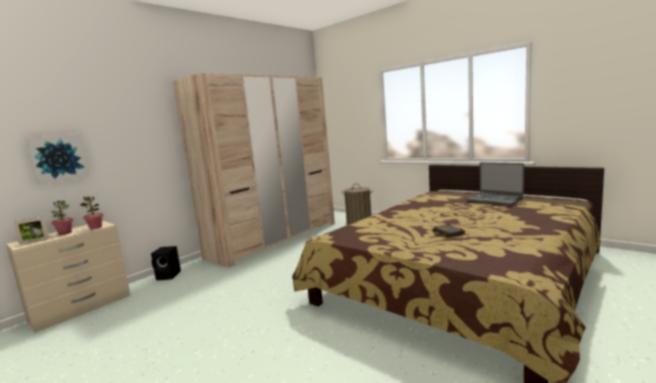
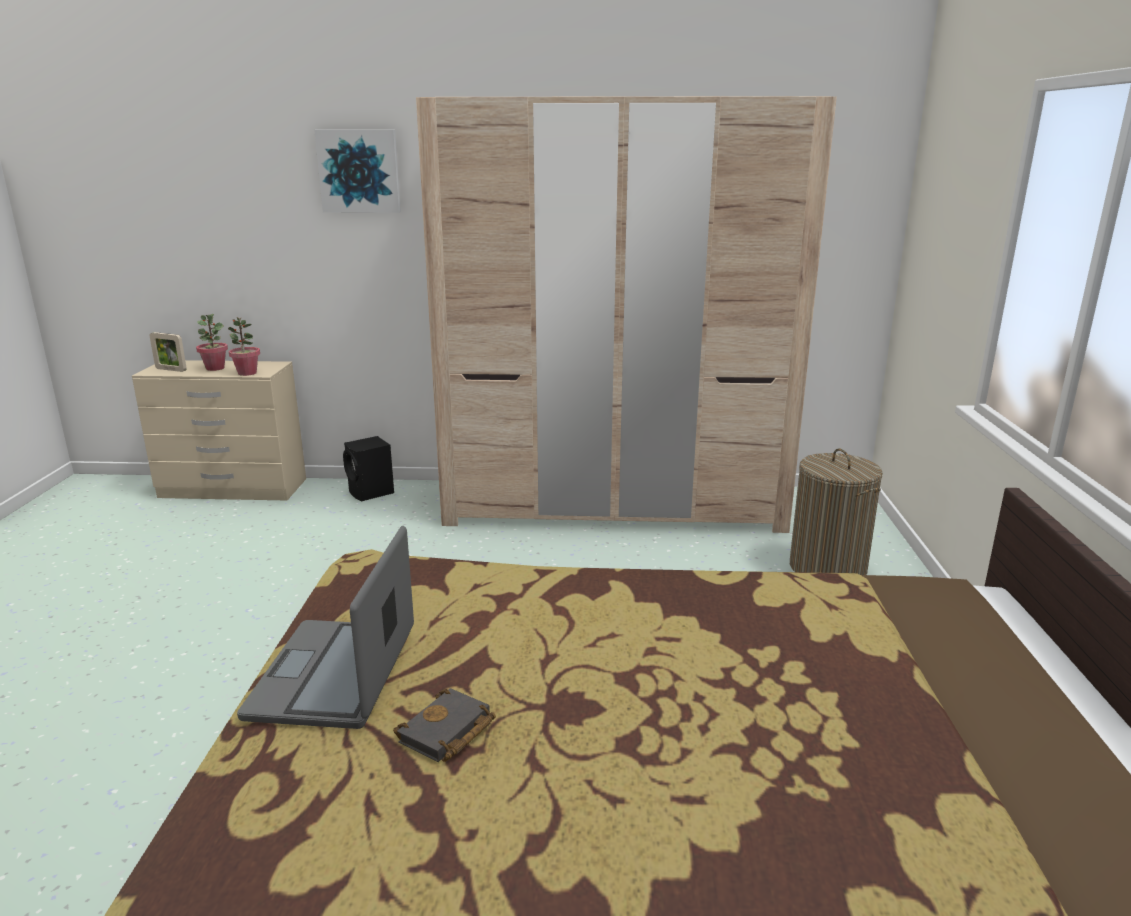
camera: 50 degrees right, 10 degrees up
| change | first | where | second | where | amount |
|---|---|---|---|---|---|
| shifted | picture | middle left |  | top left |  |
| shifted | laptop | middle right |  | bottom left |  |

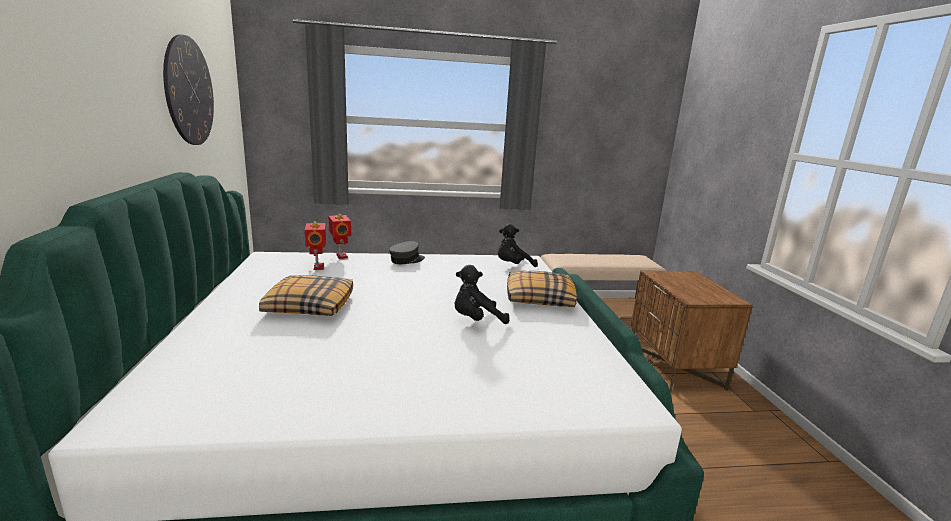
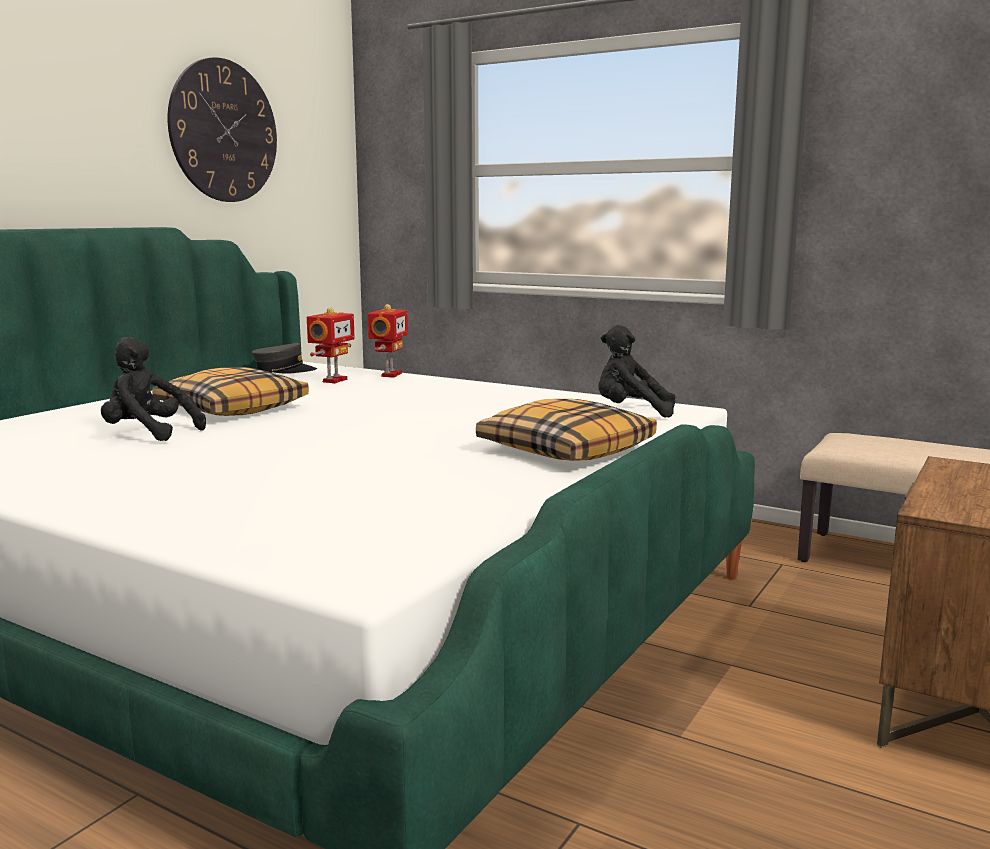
camera: 40 degrees right, 5 degrees down
| change | first | where | second | where | amount |
|---|---|---|---|---|---|
| shifted | grey cap | centre |  | middle left |  |
| shifted | black plush toy (no. 1 from left) | centre |  | middle left |  |

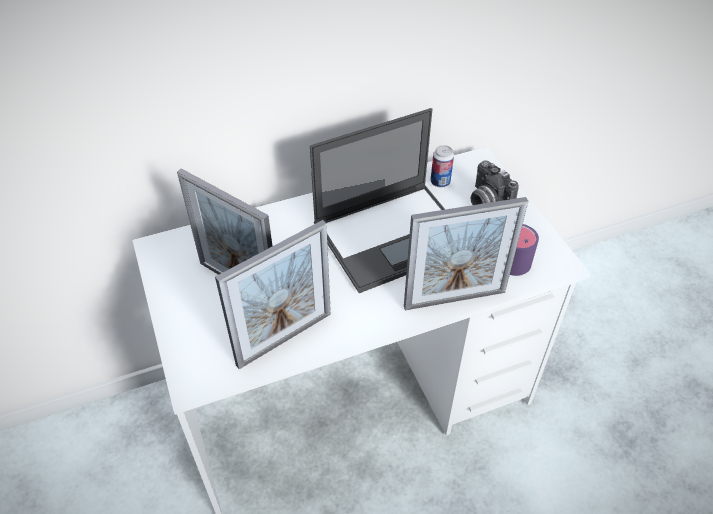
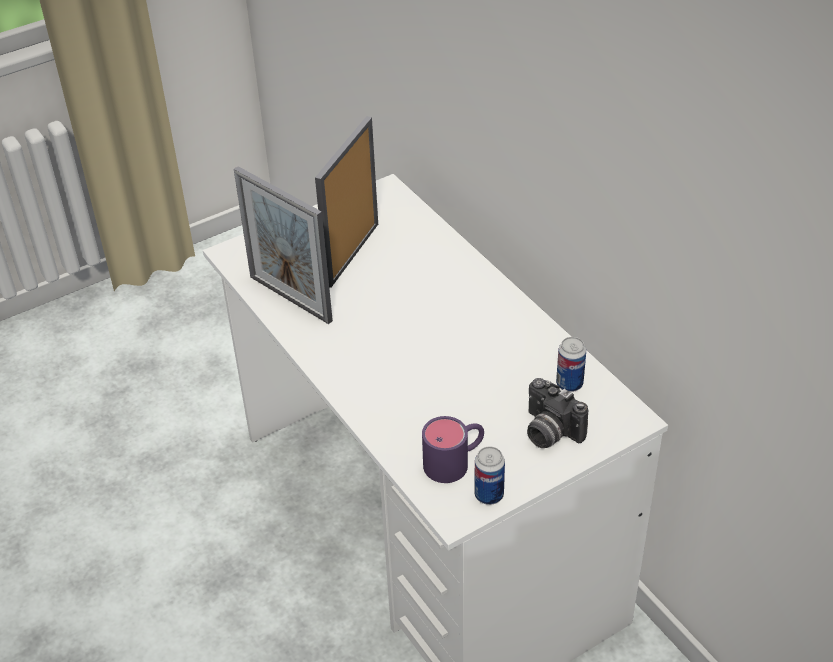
camera: 80 degrees right, 5 degrees down
| change | first | where | second | where | amount |
|---|---|---|---|---|---|
| gone | laptop | centre |  |  |  |
| gone | picture frame (no. 3 from left) | centre |  |  |  |
| new |  |  | can (no. 1 from left) | bottom centre |  |
| rotated | photo camera | middle right |  | middle right | 90 degrees counterclockwise |

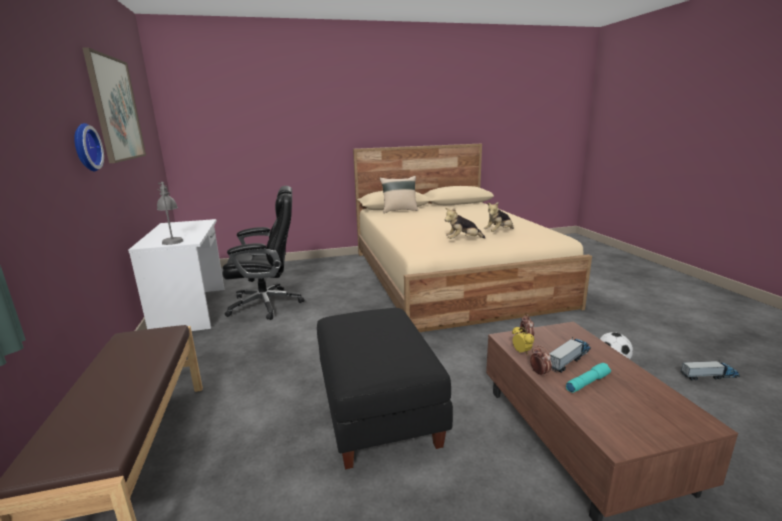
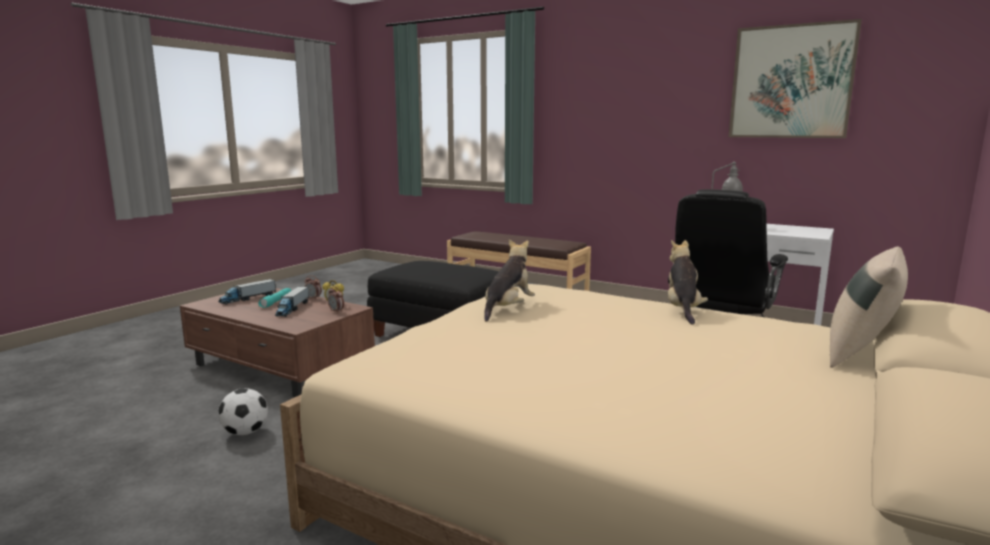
camera: 135 degrees right, 5 degrees down
| change | first | where | second | where | amount |
|---|---|---|---|---|---|
| gone | wall clock | top left |  |  |  |
| shifted | plush toy (no. 2 from left) | centre |  | middle right |  |
| shifted | toy truck (no. 2 from left in the first image) | bottom right | toy truck (no. 1 from left) | middle left |  |

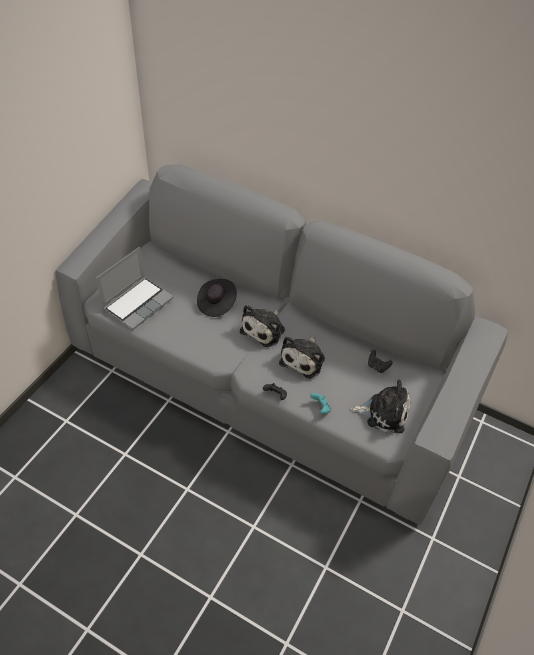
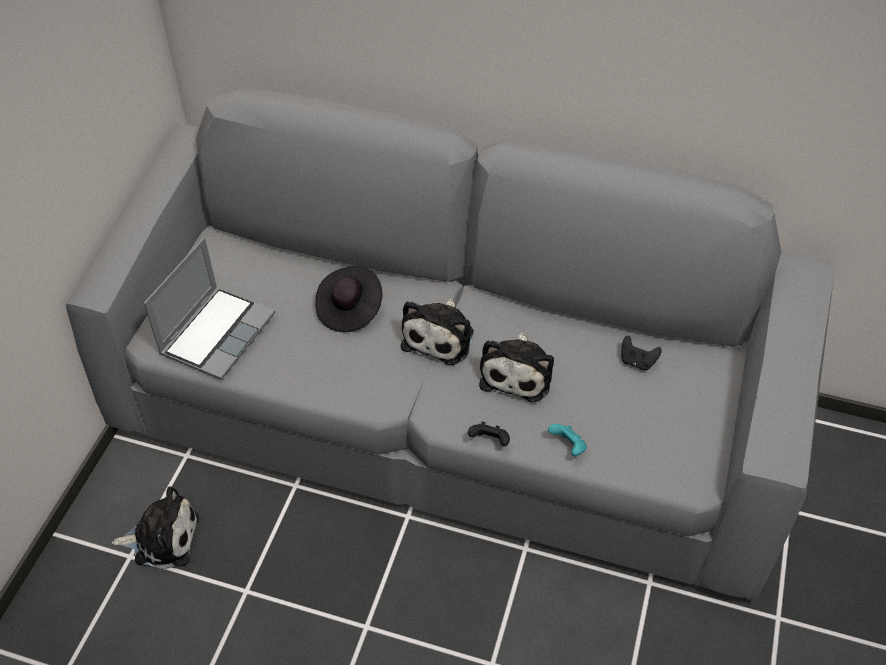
camera: 10 degrees left, 0 degrees up
| change | first | where | second | where | amount |
|---|---|---|---|---|---|
| shifted | plush toy (no. 3 from left in the first image) | middle right | plush toy (no. 1 from left) | bottom left |  |

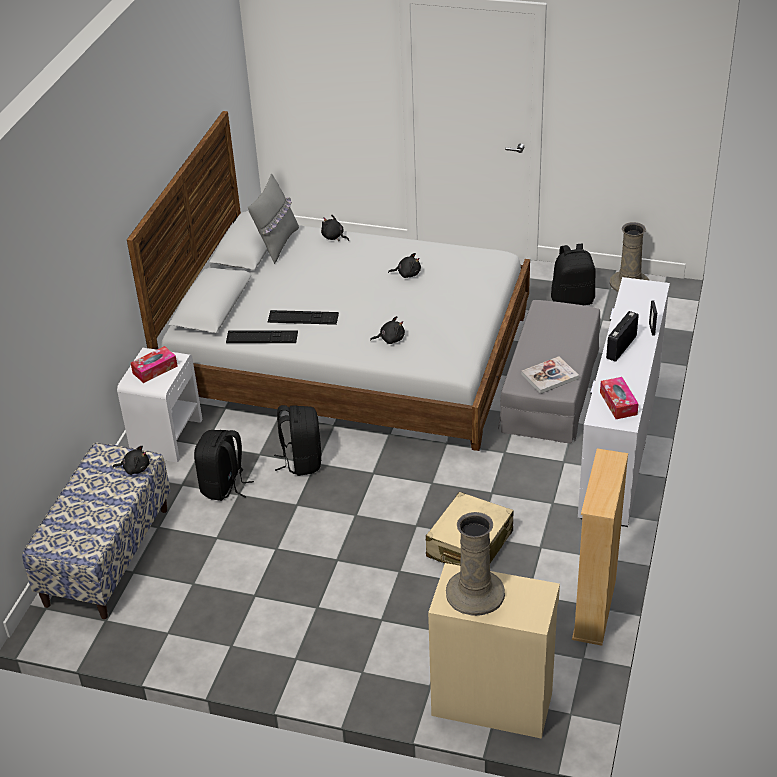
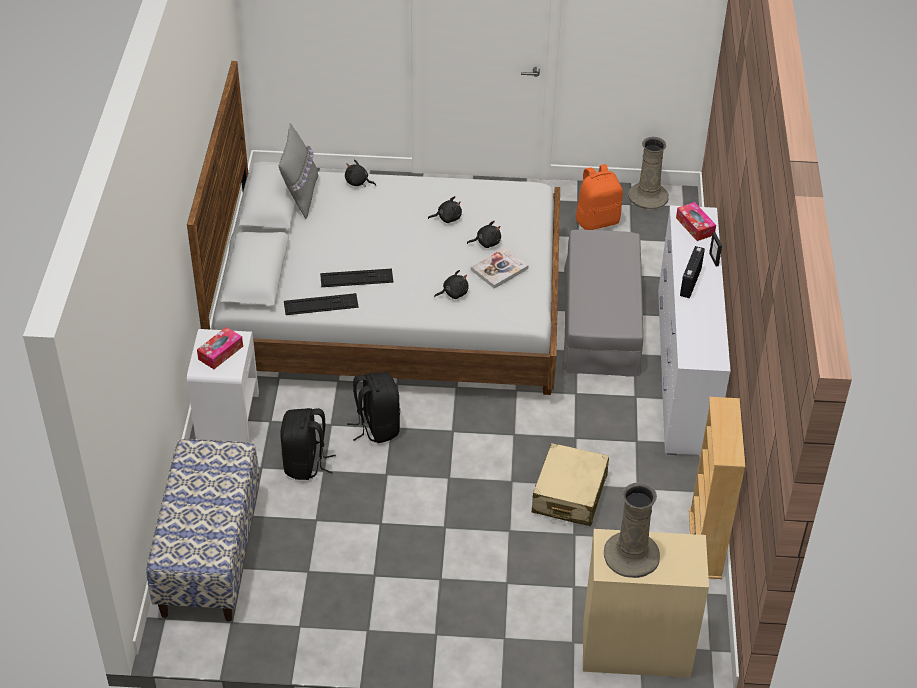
camera: 15 degrees left, 5 degrees up
| change | first | where | second | where | amount |
|---|---|---|---|---|---|
| shifted | black plush toy (no. 1 from left in the first image) | middle left | black plush toy (no. 4 from left) | centre |  |
| shifted | book | middle right |  | centre |  |
| shifted | tissue box (no. 2 from left) | middle right |  | top right |  |
| repainted | black backpack (no. 3 from left) | middle right | orange backpack | top centre |  |

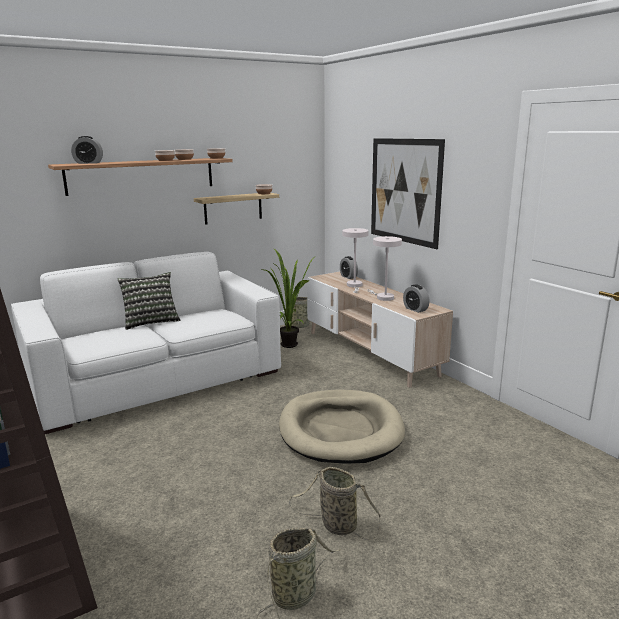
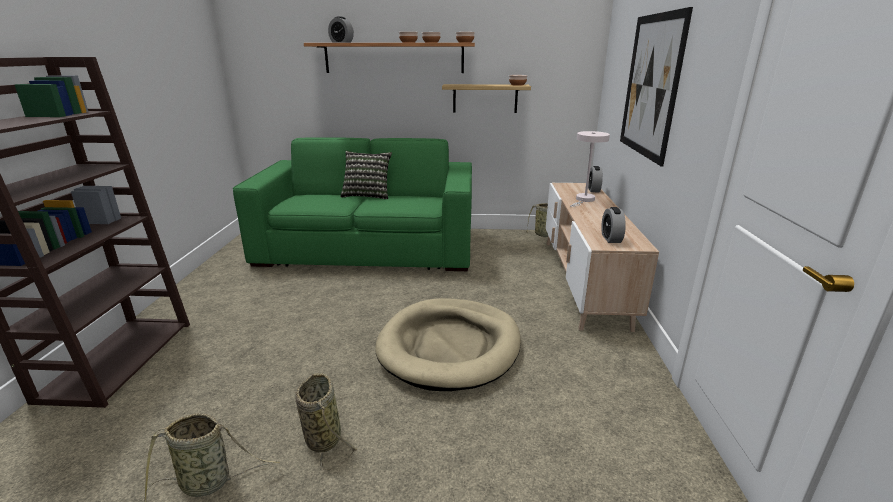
camera: 35 degrees right, 5 degrees up
| change | first | where | second | where | amount |
|---|---|---|---|---|---|
| gone | potted plant | centre |  |  |  |
| gone | white table lamp (no. 2 from left) | centre |  |  |  |
| repainted | white sofa | middle left | green sofa | centre |  |

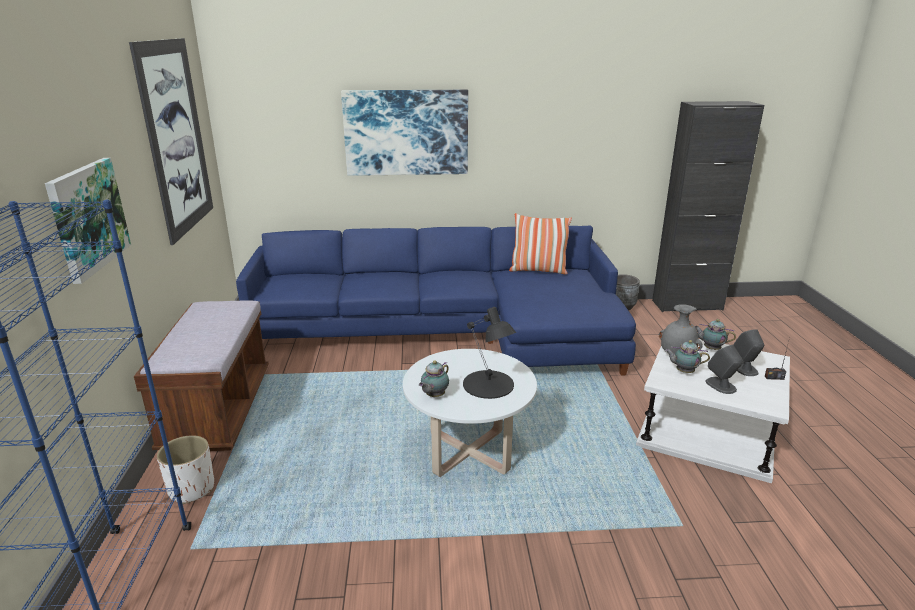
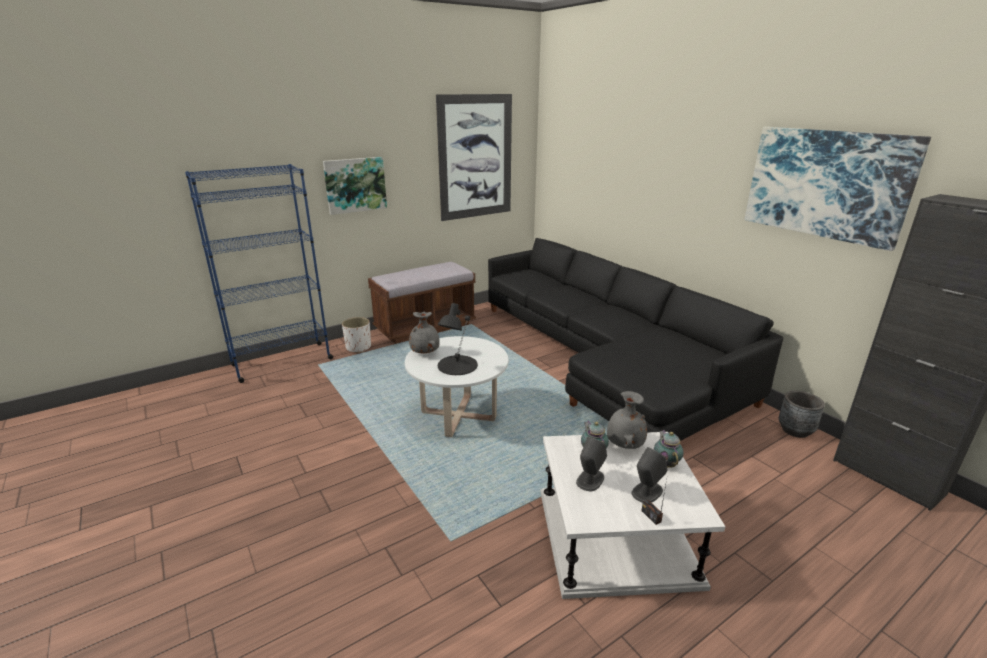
camera: 60 degrees right, 0 degrees up
| change | first | where | second | where | amount |
|---|---|---|---|---|---|
| gone | pillow | centre |  |  |  |
| shifted | picture (no. 3 from left) | top centre |  | top right |  |
| swapped | teapot (no. 1 from left) | centre | grey vase (no. 1 from left) | centre |  |
| repainted | blue sofa | centre | black sofa | centre |  |

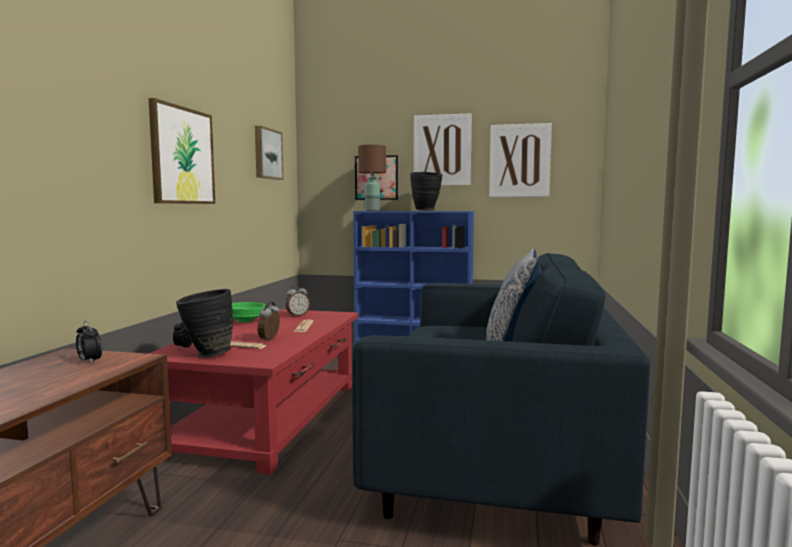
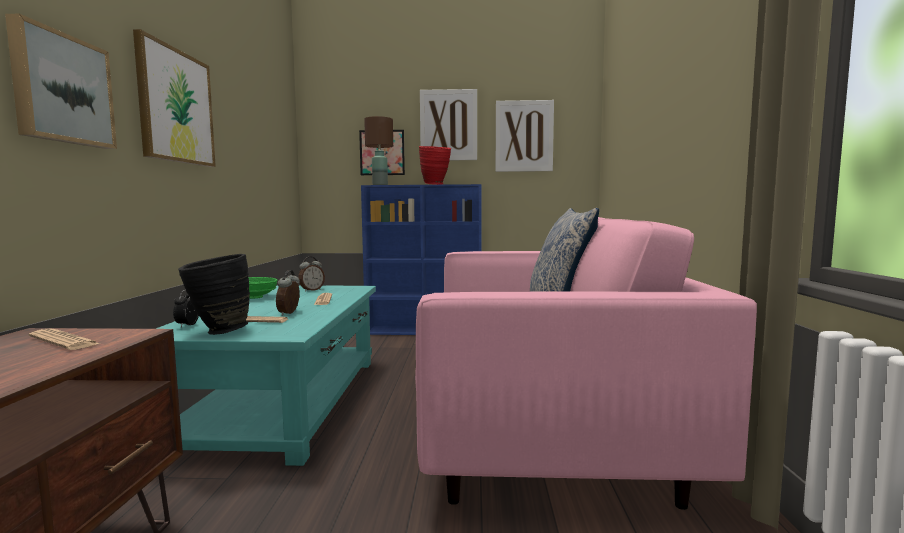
camera: 10 degrees left, 0 degrees up
| change | first | where | second | where | amount |
|---|---|---|---|---|---|
| shifted | picture (no. 2 from left in the first image) | top centre | picture (no. 1 from left) | top left |  |
| swapped | alarm clock (no. 1 from left) | middle left | newspaper (no. 1 from left) | middle left |  |
| repainted | red coffee table | bottom left | turquoise coffee table | bottom left |  |
| repainted | blue sofa | bottom centre | pink sofa | bottom centre |  |
| repainted | black vase (no. 2 from left) | centre | red vase | top centre |  |

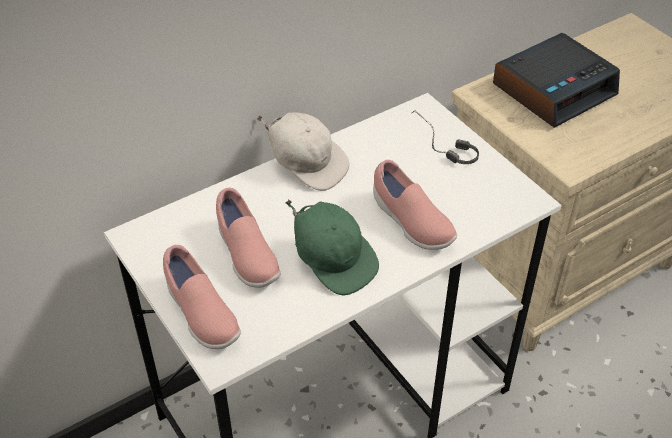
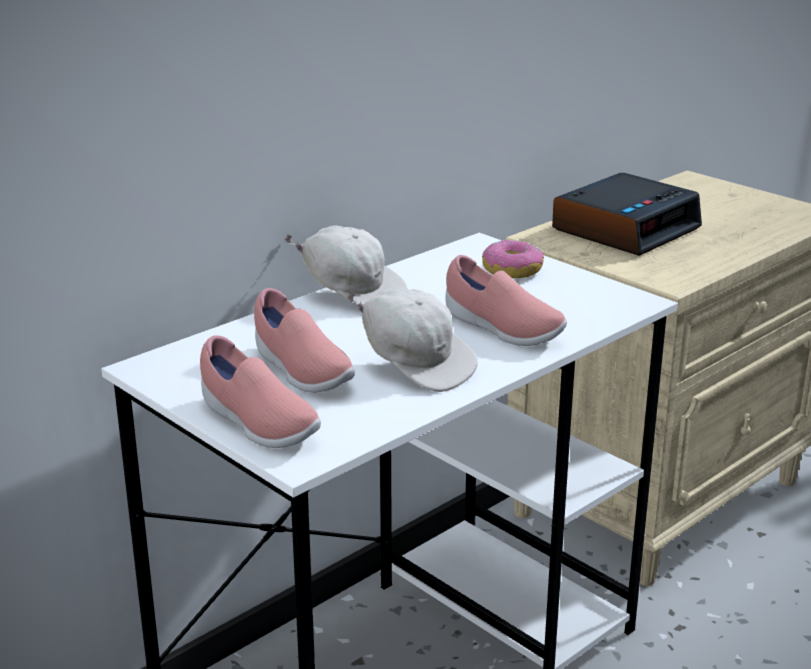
camera: 10 degrees left, 20 degrees down
| change | first | where | second | where | amount |
|---|---|---|---|---|---|
| swapped | headphones | top centre | donut | centre |  |
| repainted | green cap | centre | white cap (no. 2 from left) | centre |  |

